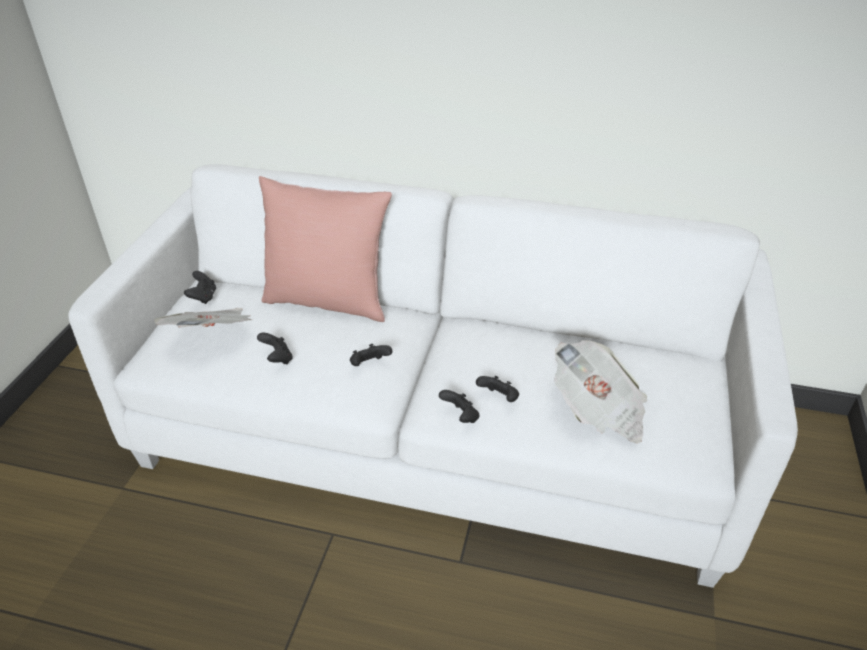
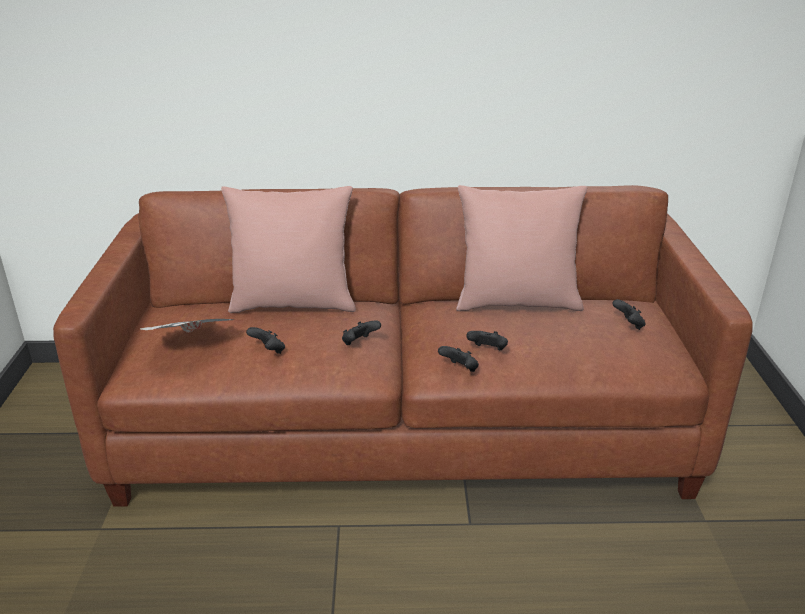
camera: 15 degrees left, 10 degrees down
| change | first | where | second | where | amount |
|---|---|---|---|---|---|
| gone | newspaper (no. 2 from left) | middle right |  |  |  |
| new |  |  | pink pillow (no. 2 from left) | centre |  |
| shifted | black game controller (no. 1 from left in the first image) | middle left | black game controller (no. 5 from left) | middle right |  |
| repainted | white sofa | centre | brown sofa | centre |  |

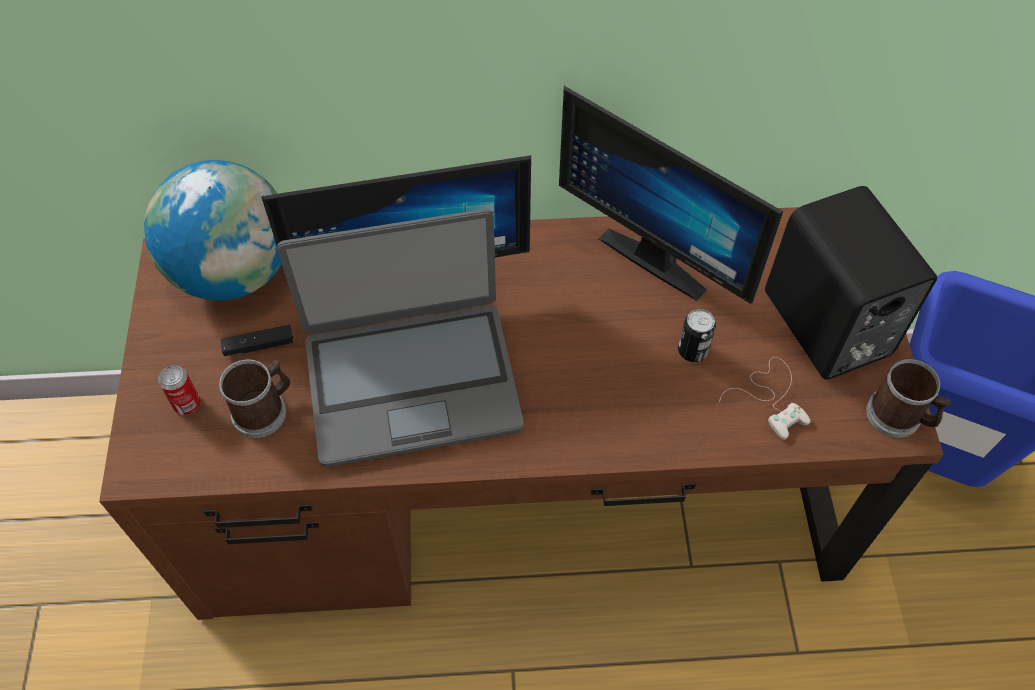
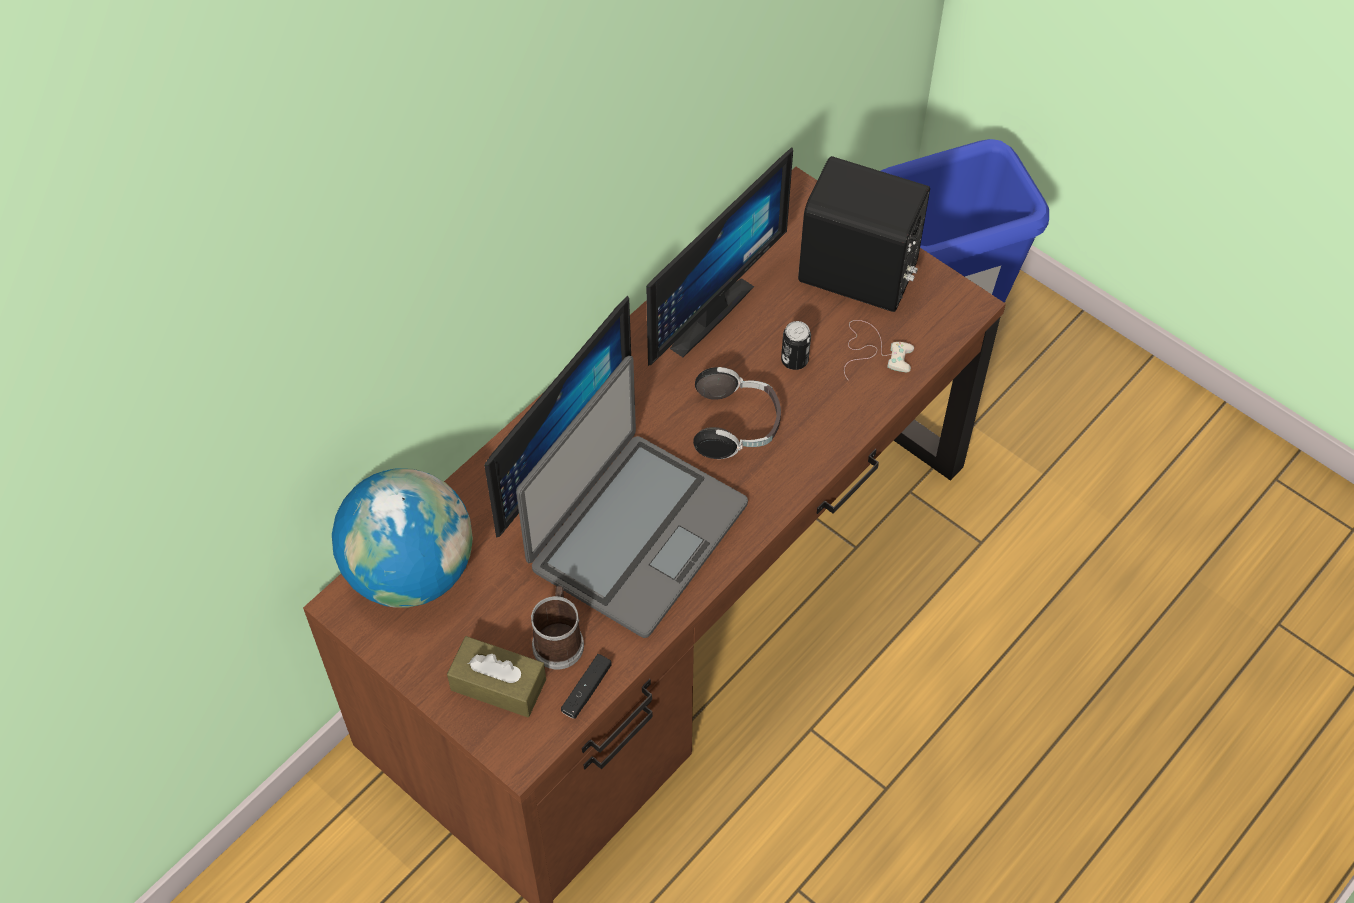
camera: 45 degrees left, 0 degrees up
| change | first | where | second | where | amount |
|---|---|---|---|---|---|
| gone | mug (no. 2 from left) | middle right |  |  |  |
| new |  |  | headphones | centre |  |
| shifted | black game controller | middle left |  | bottom centre |  |
| swapped | can (no. 1 from left) | middle left | brown tissue box | bottom centre |  |
| rotated | monitor (no. 2 from left) | top centre |  | top centre | 45 degrees counterclockwise |

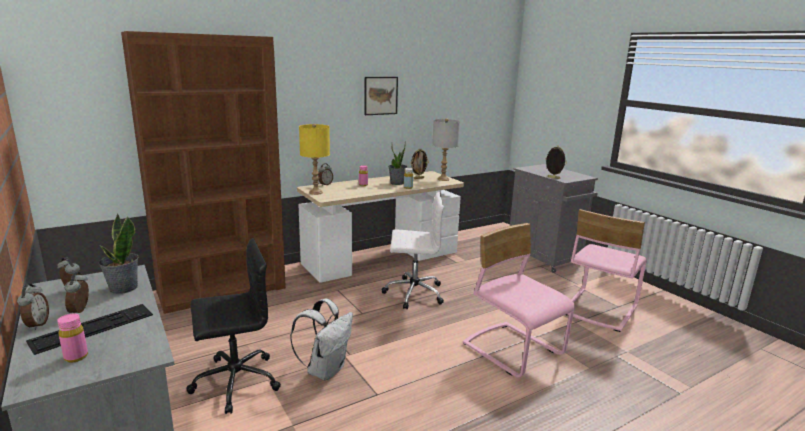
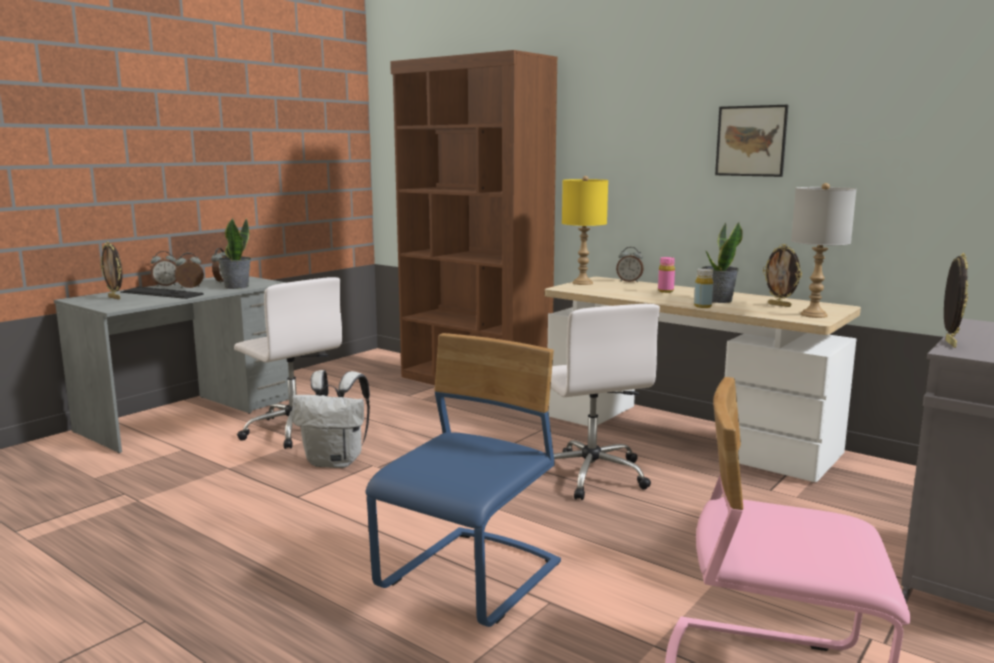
camera: 70 degrees right, 5 degrees down
| change | first | where | second | where | amount |
|---|---|---|---|---|---|
| swapped | pink bottle (no. 1 from left) | bottom left | picture frame (no. 1 from left) | middle left |  |
| repainted | black office chair | bottom left | white office chair (no. 1 from left) | middle left |  |
| repainted | pink chair (no. 1 from left) | bottom centre | blue chair | bottom centre |  |

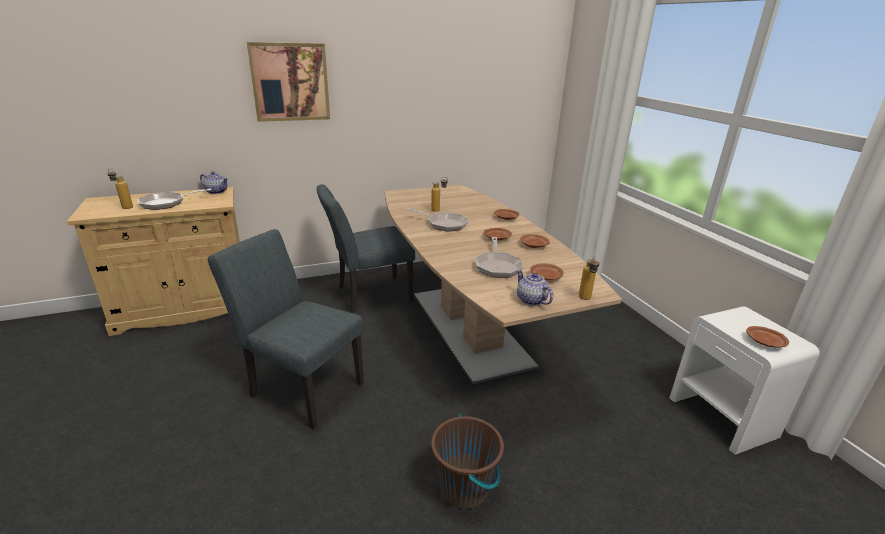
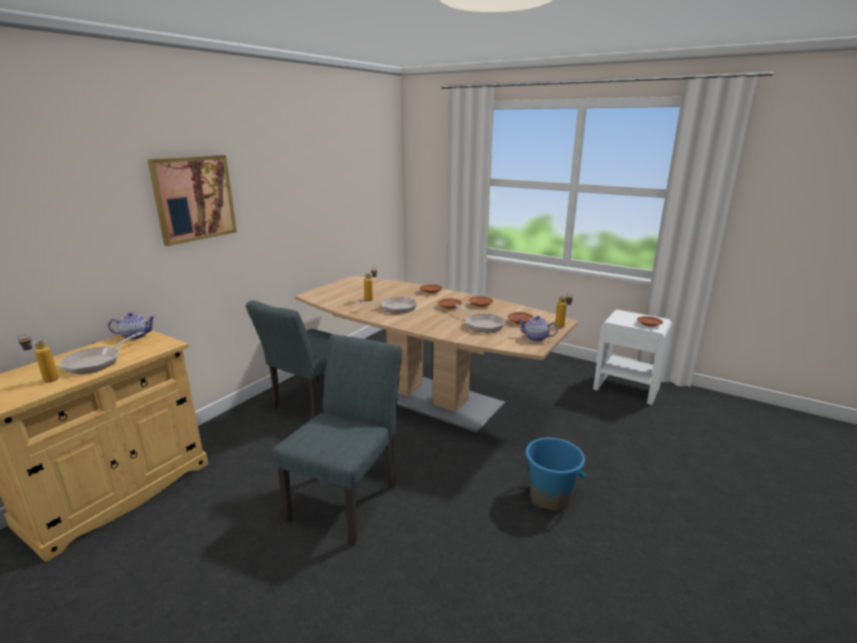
camera: 35 degrees left, 5 degrees down
| change | first | where | second | where | amount |
|---|---|---|---|---|---|
| repainted | brown bucket | bottom centre | blue bucket | bottom centre |  |
| rotated | grey chair (no. 1 from left in the first image) | middle left | grey chair (no. 2 from left) | bottom centre | 120 degrees clockwise |

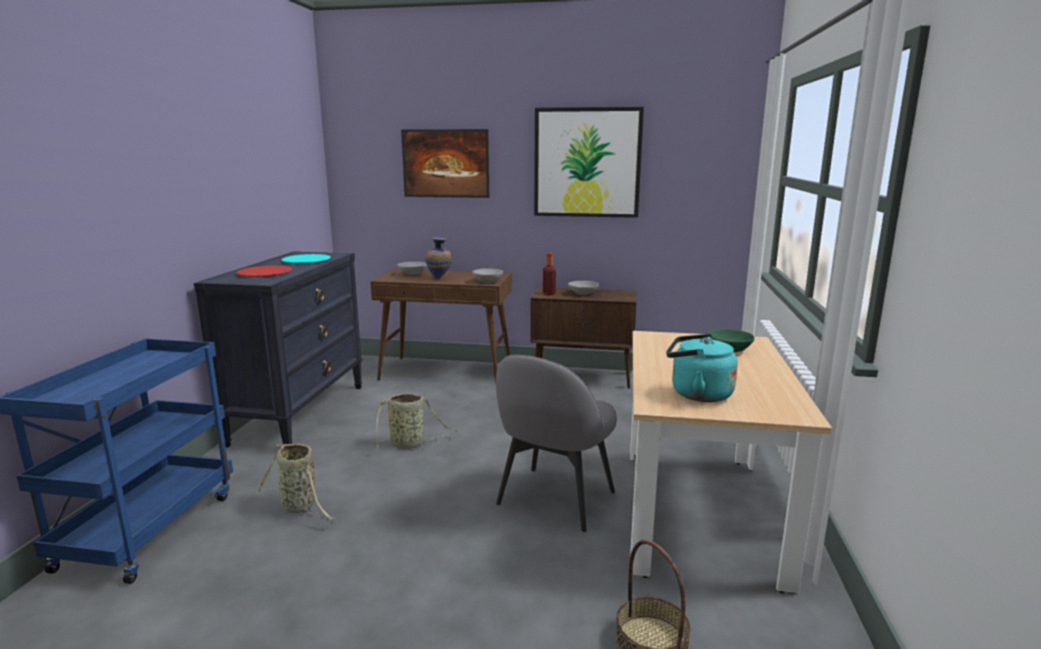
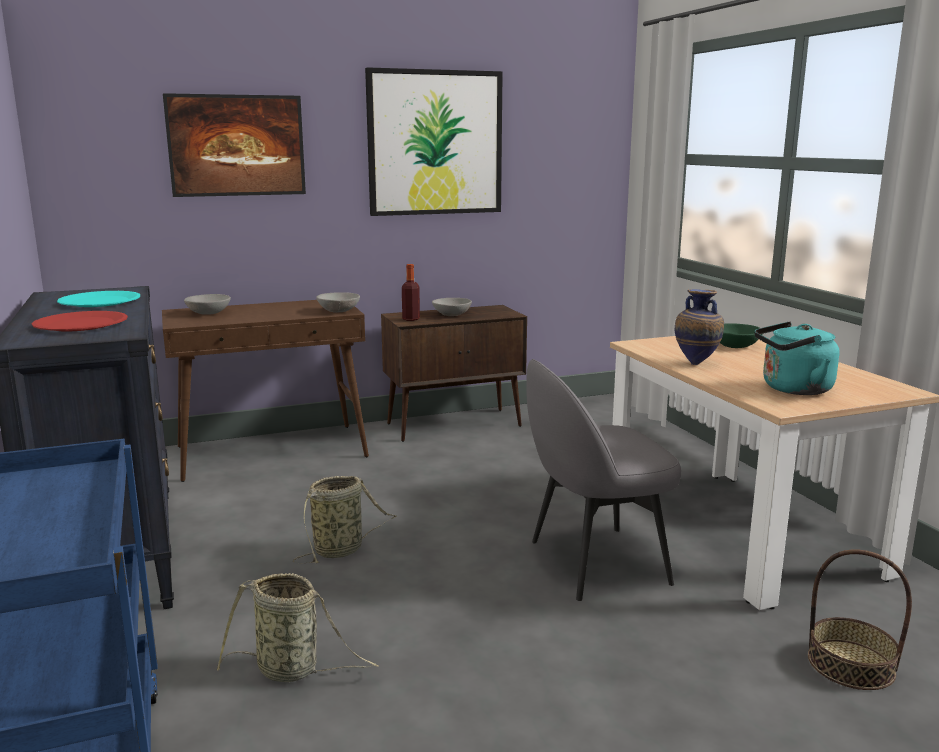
camera: 30 degrees left, 0 degrees up
| change | first | where | second | where | amount |
|---|---|---|---|---|---|
| shifted | vase | centre |  | middle right |  |
| rotated | grey chair | bottom centre |  | centre | 75 degrees clockwise |

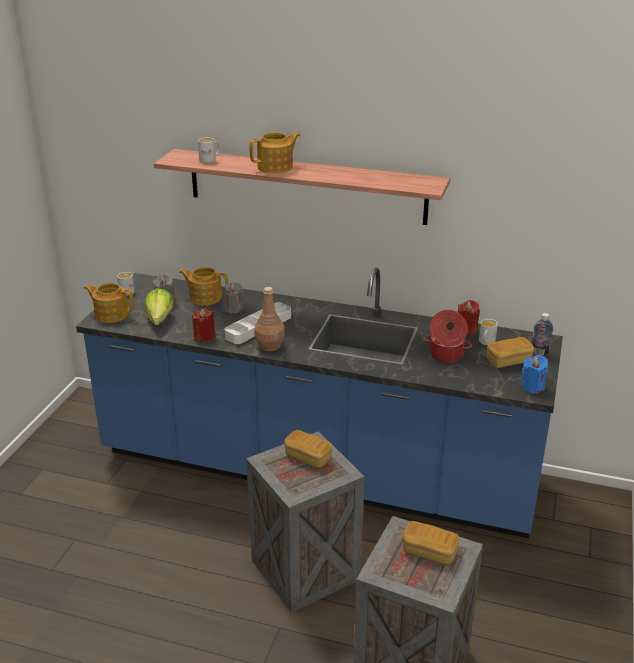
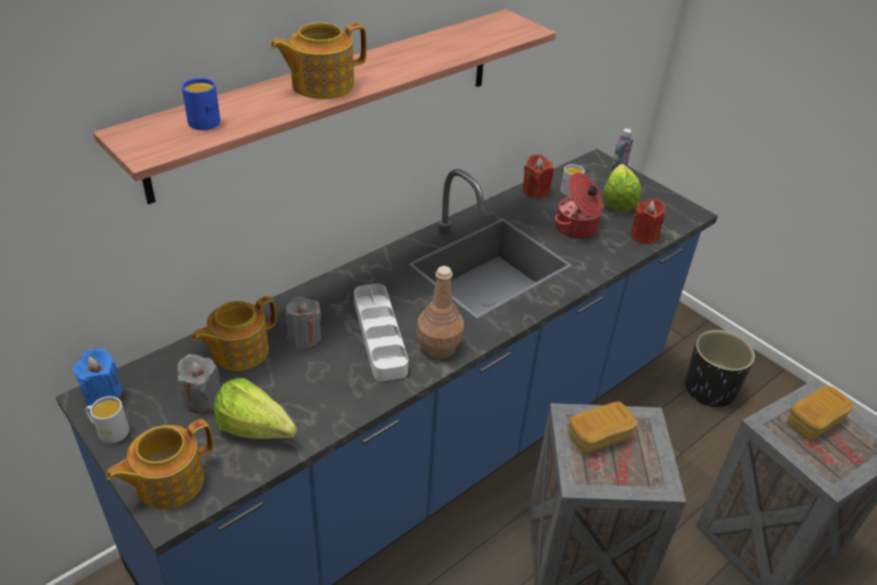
camera: 60 degrees left, 10 degrees up
| change | first | where | second | where | amount |
|---|---|---|---|---|---|
| new |  |  | black planter | middle right |  |
| shifted | red candle (no. 1 from left in the first image) | middle left | red candle (no. 2 from left) | middle right |  |
| shifted | blue candle | middle right |  | middle left |  |
| swapped | bread (no. 3 from left) | middle right | lettuce (no. 2 from left) | top right |  |
| repainted | white mug (no. 2 from left) | top left | blue mug | top left |  |
| rotated | teapot (no. 3 from left) | top centre |  | top centre | 120 degrees counterclockwise |

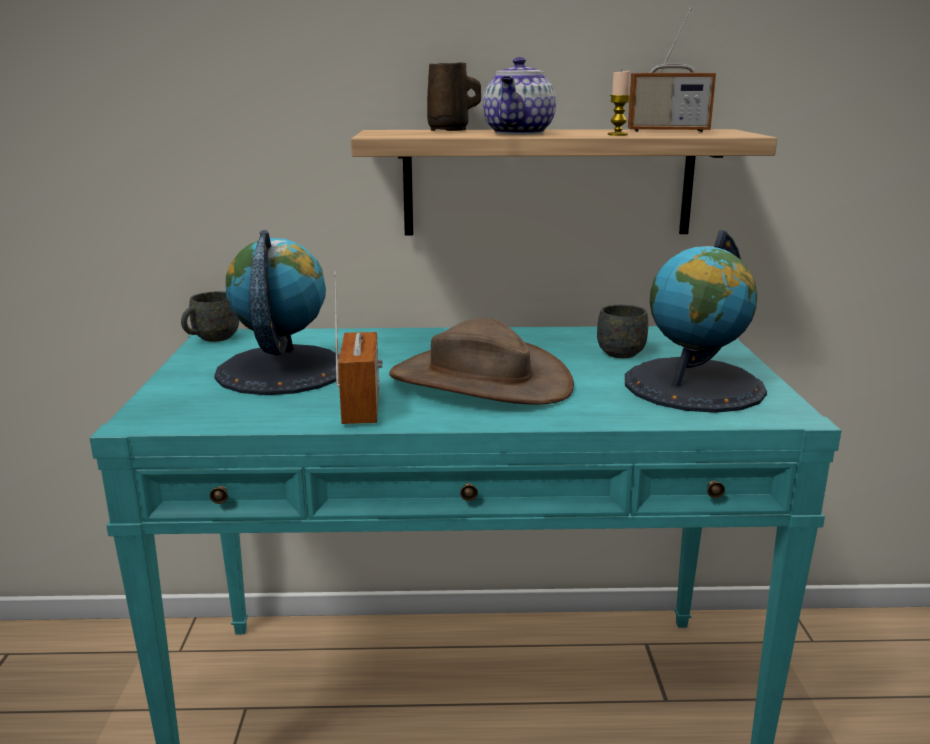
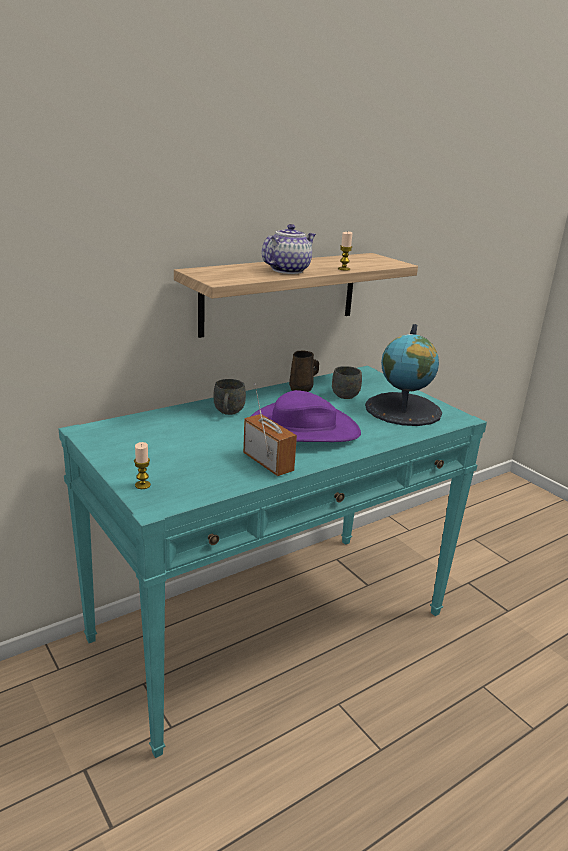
camera: 35 degrees left, 5 degrees up
| change | first | where | second | where | amount |
|---|---|---|---|---|---|
| gone | globe (no. 1 from left) | middle left |  |  |  |
| gone | radio (no. 2 from left) | top right |  |  |  |
| new |  |  | candle (no. 1 from left) | middle left |  |
| shifted | grey mug (no. 1 from left) | middle left |  | centre |  |
| shifted | brown mug | top centre |  | centre |  |
| repainted | brown hat | centre | purple hat | centre |  |
| rotated | teapot | top centre |  | top centre | 120 degrees counterclockwise |

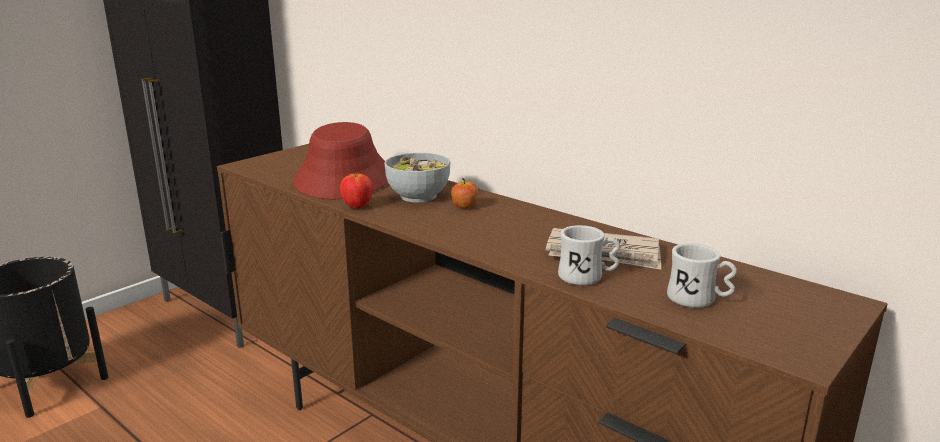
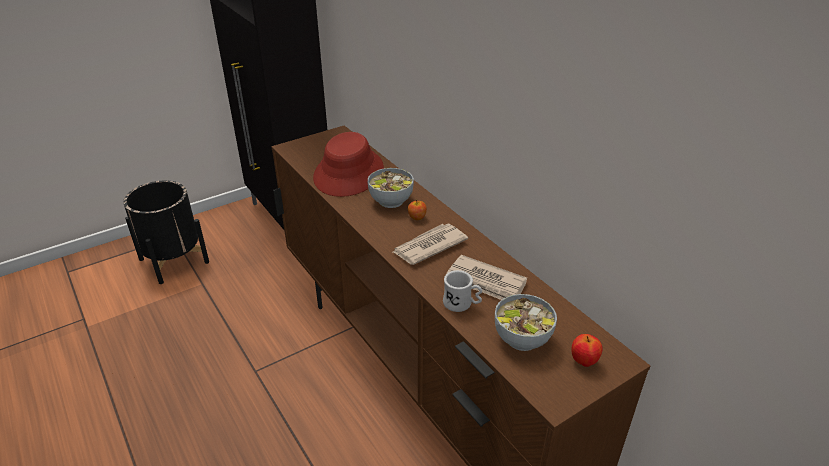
camera: 15 degrees right, 15 degrees up
| change | first | where | second | where | amount |
|---|---|---|---|---|---|
| new |  |  | newspaper (no. 1 from left) | centre |  |
| shifted | apple (no. 1 from left in the first image) | centre | apple (no. 2 from left) | bottom right |  |
| swapped | white mug (no. 2 from left) | middle right | bowl (no. 2 from left) | bottom centre |  |

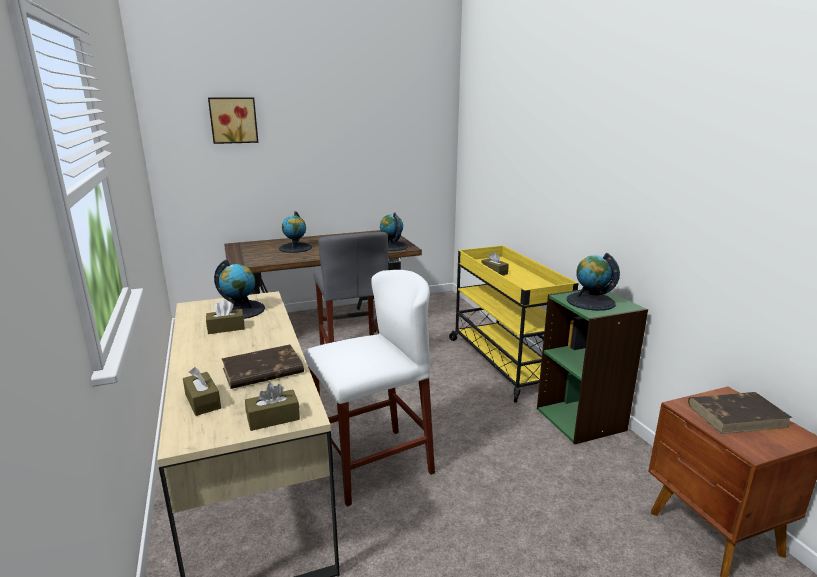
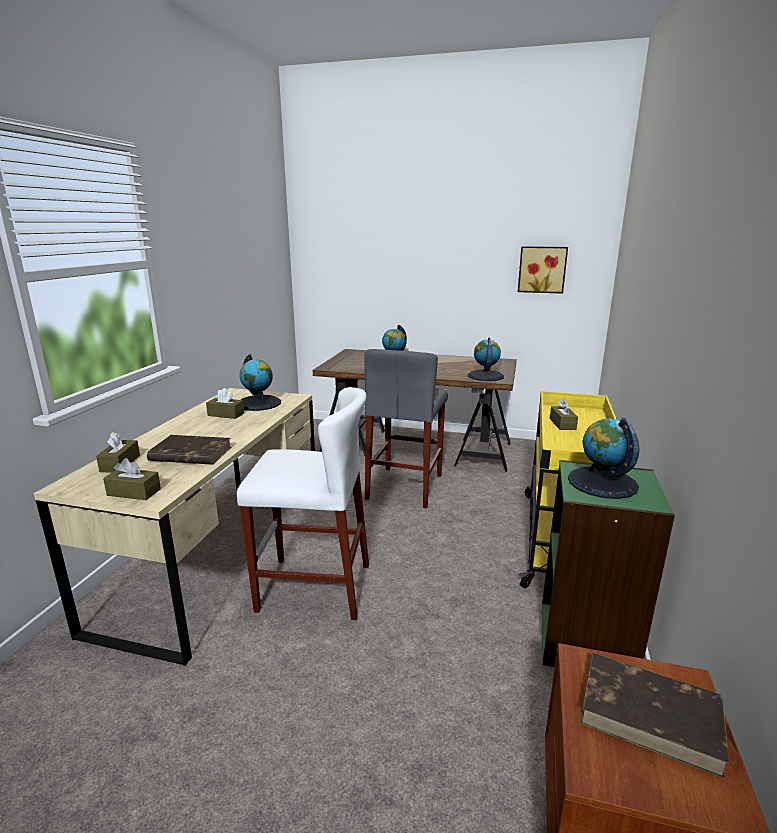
camera: 35 degrees right, 0 degrees up
| change | first | where | second | where | amount |
|---|---|---|---|---|---|
| shifted | picture | top left |  | top right |  |

